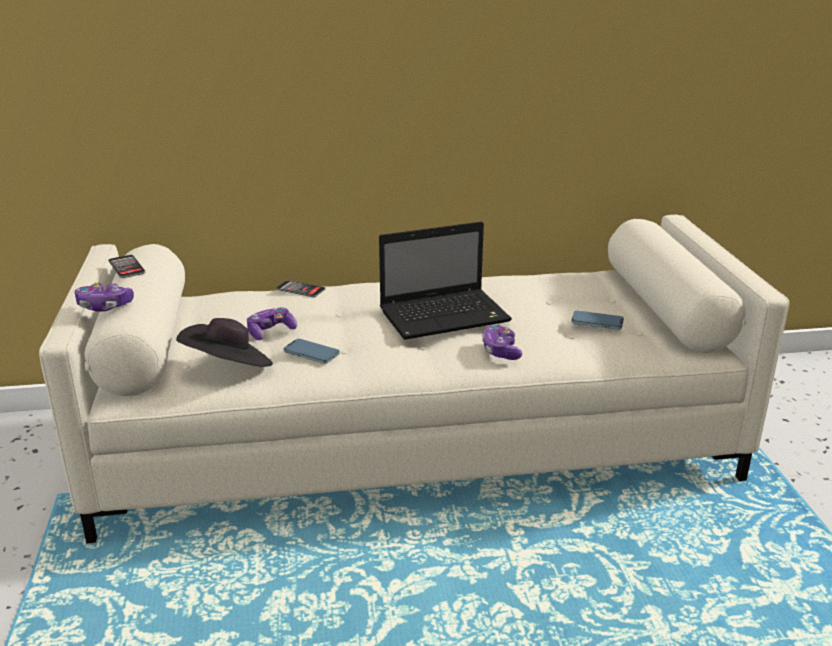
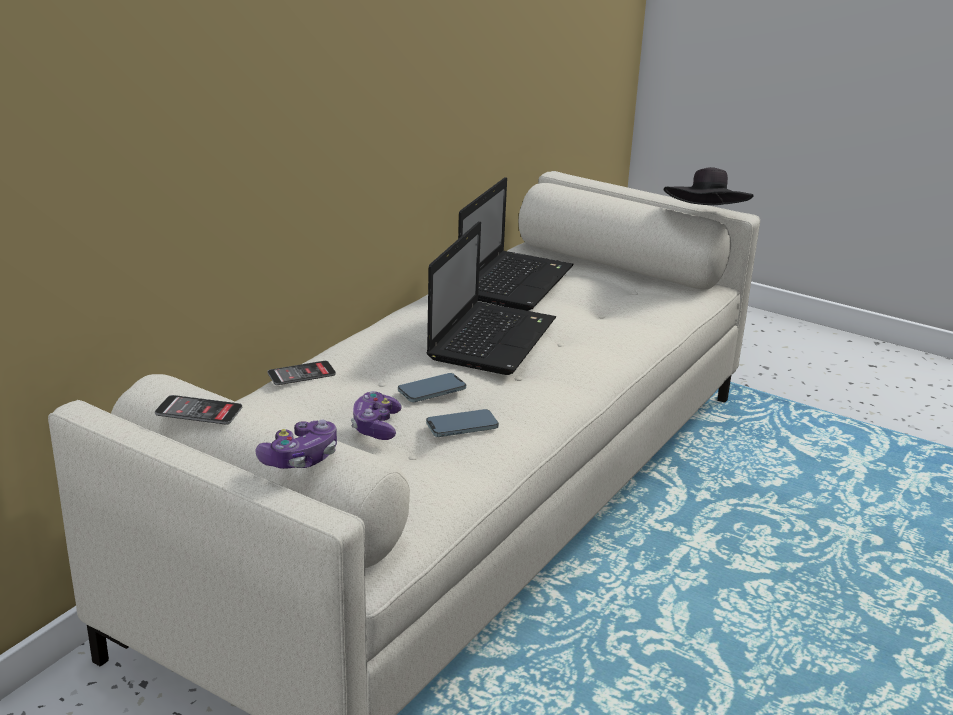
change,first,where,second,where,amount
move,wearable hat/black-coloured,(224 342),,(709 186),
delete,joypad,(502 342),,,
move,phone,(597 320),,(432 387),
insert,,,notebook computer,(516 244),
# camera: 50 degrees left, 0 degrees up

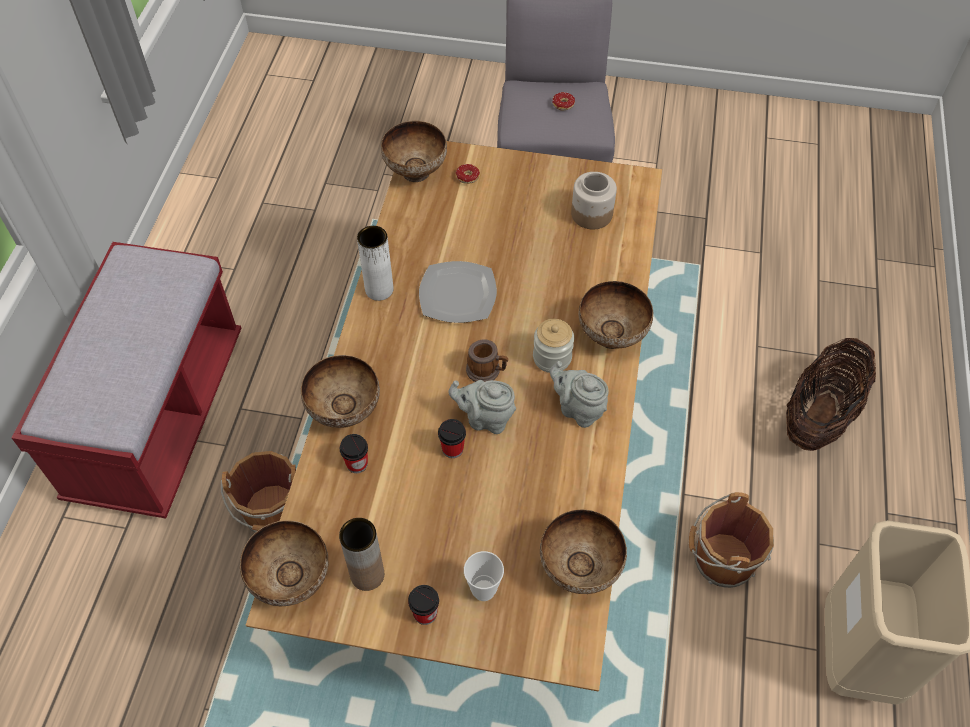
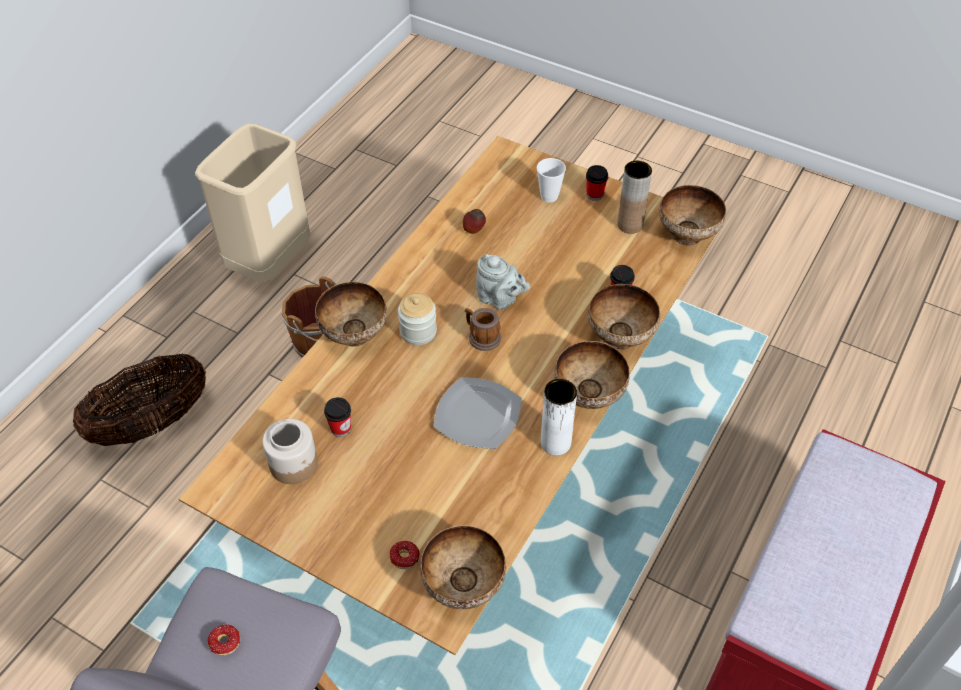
change,first,where,second,where,amount
delete,pail/brown,(258 491),,,
move,cup,(452 438),,(337 417),
move,bowl,(583 551),,(592 375),
delete,pot for tea/greyish,(579 394),,,
insert,,,apple,(474 221),
# camera: 160 degrees left, 5 degrees down

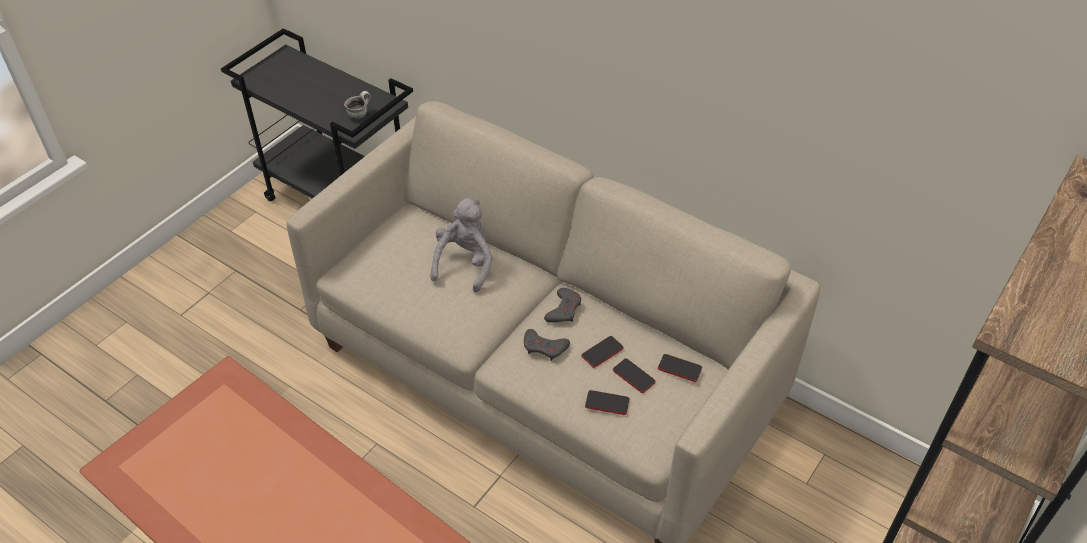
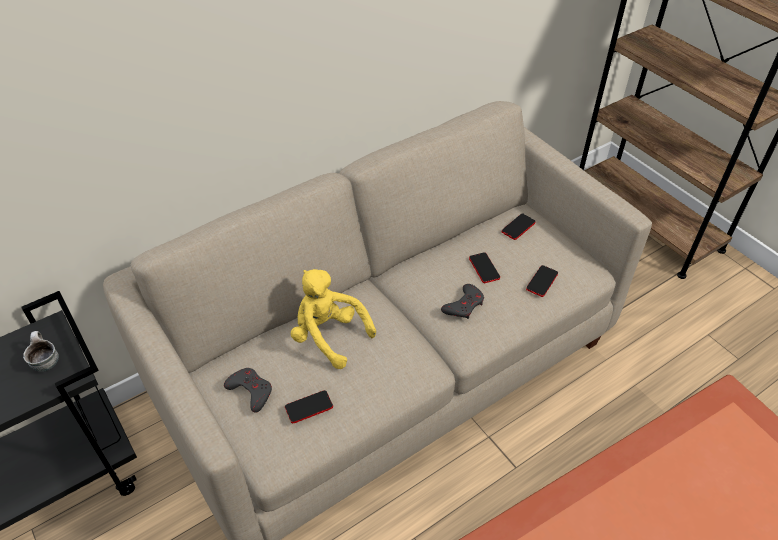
change,first,where,second,where,amount
recolor,soft toy/greyish,(461 245),soft toy/yellow-coloured,(333 319),
move,joypad/greyish,(562 305),,(248 390),
move,phone,(634 375),,(309 406),
# camera: 70 degrees left, 0 degrees up

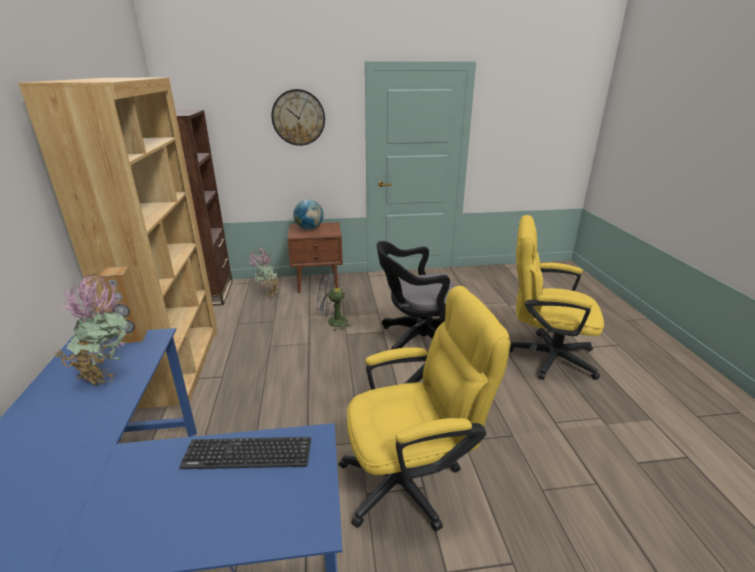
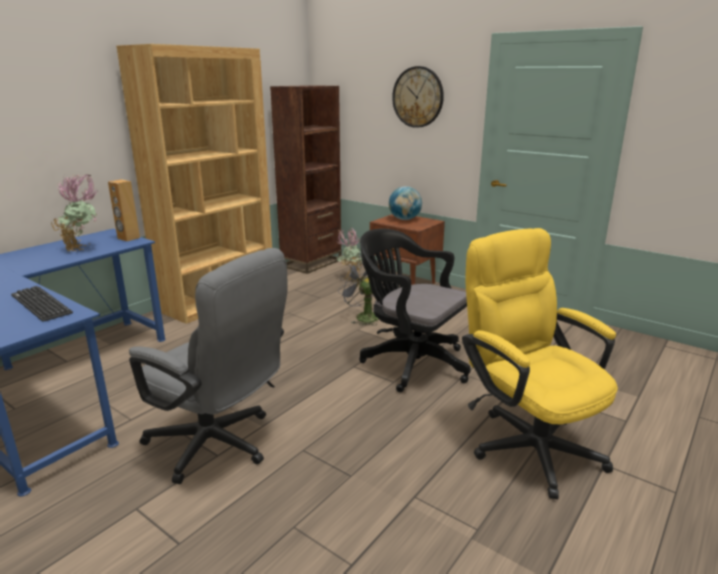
change,first,where,second,where,amount
recolor,desk chair/yellow-coloured,(424 408),desk chair/greyish,(208 366),
# camera: 45 degrees right, 5 degrees down

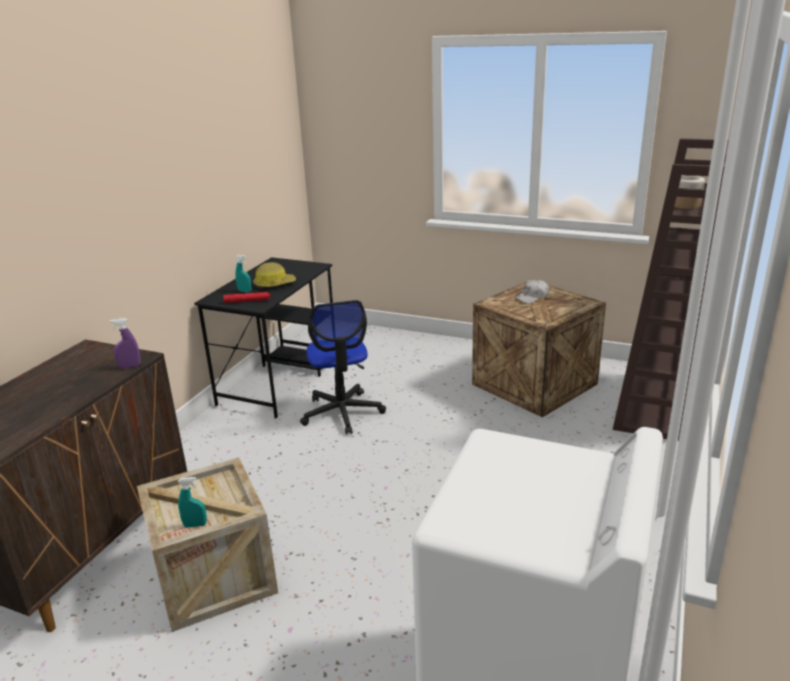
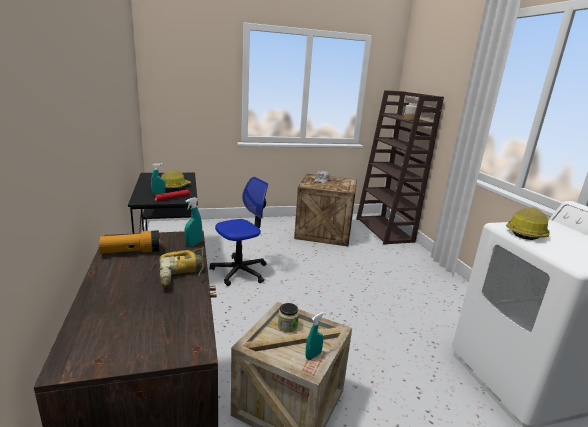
change,first,where,second,where,amount
recolor,spray bottle/purple,(125 343),spray bottle/turquoise,(193 222),
rotate,desk chair,(343 367),,(238 231),75 degrees counterclockwise
insert,,,flashlight,(129 242),
insert,,,electric drill,(181 267),
insert,,,jar,(288 317),
insert,,,work helmet,(528 223),
# camera: 40 degrees left, 5 degrees down

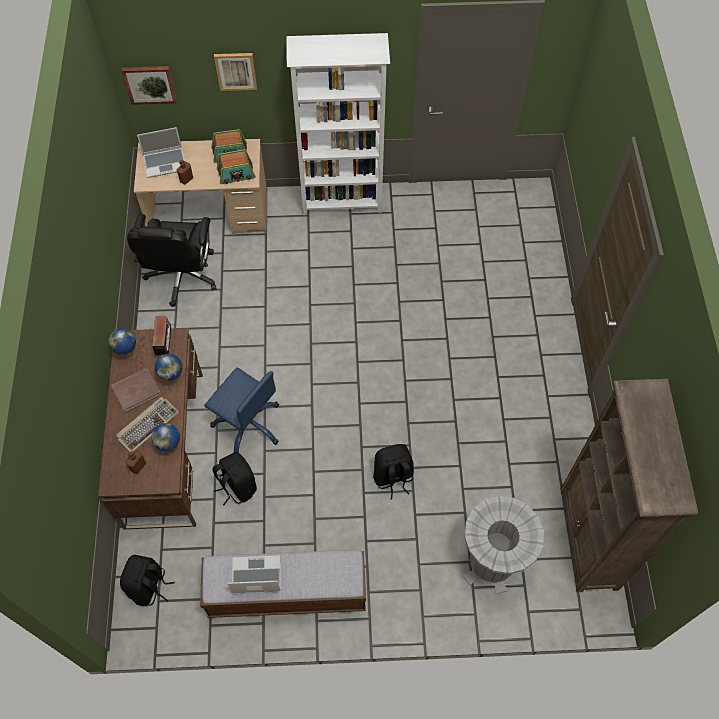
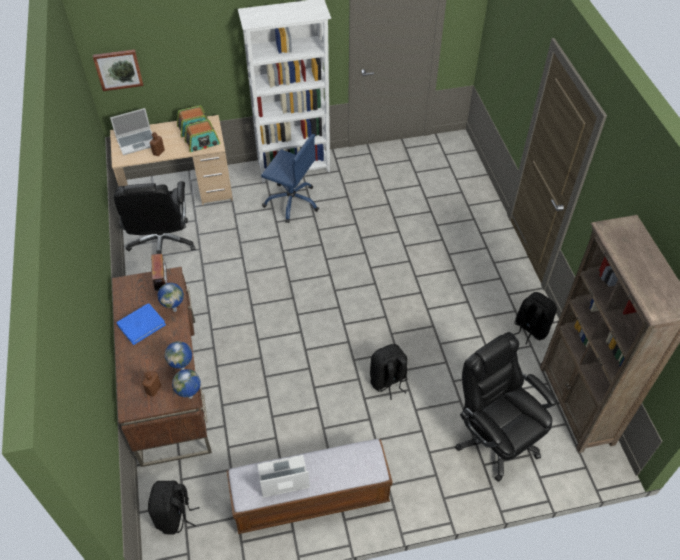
change,first,where,second,where,amount
move,world globe,(122 342),,(186 384),
recolor,volume/brown,(136 390),volume/blue,(141 324),
delete,PC keyboard,(147 424),,,
move,desk chair/blue,(241 410),,(290 178),
move,rucksack/black-coloured,(234 479),,(535 318),
delete,wall picture,(235 72),,,
replace,waste bin/greyish,(503 545),desk chair/black-coloured,(506 407),
# camera: 10 degrees left, 10 degrees down

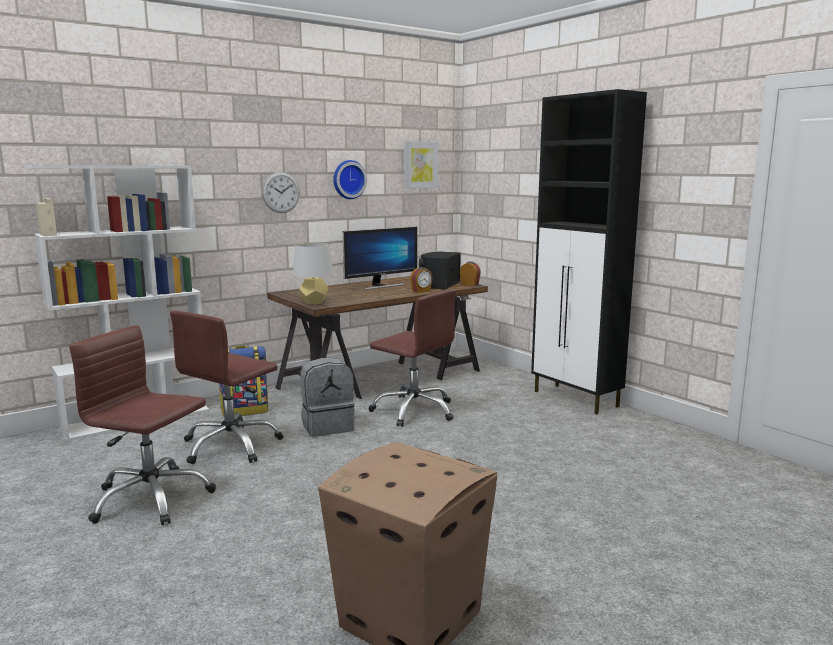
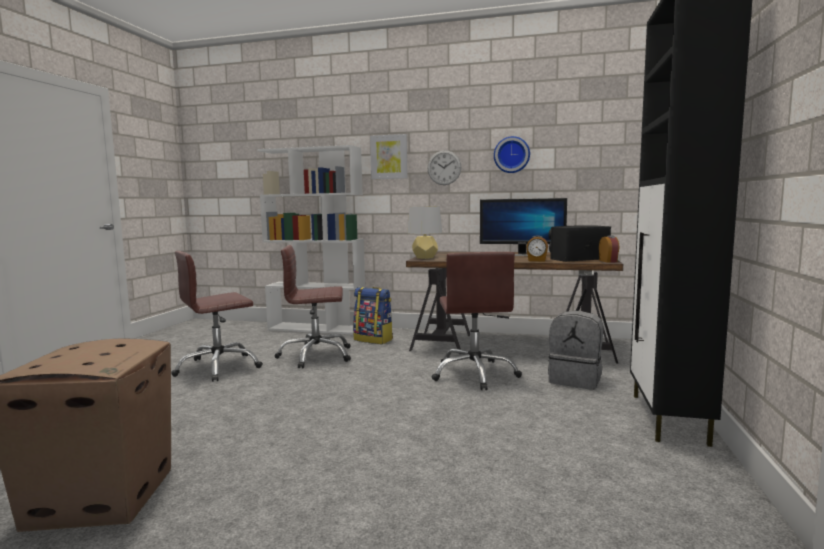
change,first,where,second,where,amount
rotate,desk chair/brown,(142 425),,(217 316),105 degrees counterclockwise
move,rucksack/greyish,(327 397),,(575 350),
move,wall picture,(421 165),,(388 156),
# camera: 50 degrees right, 5 degrees down

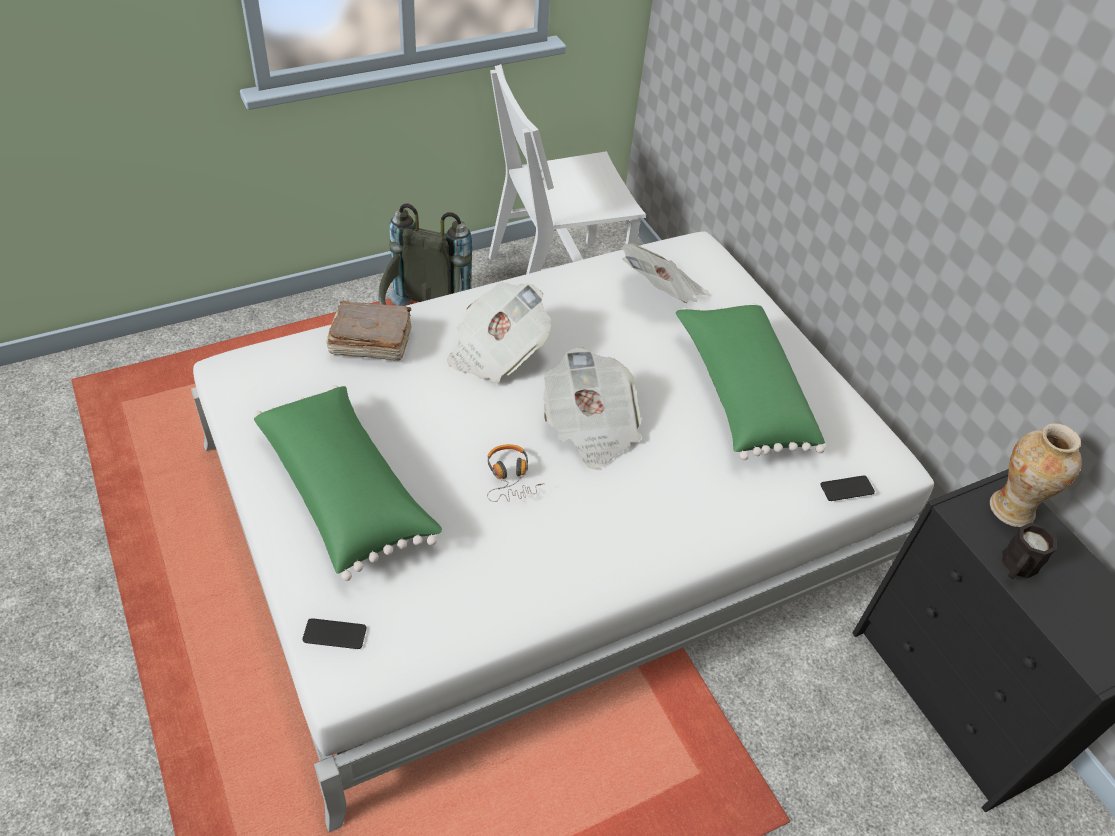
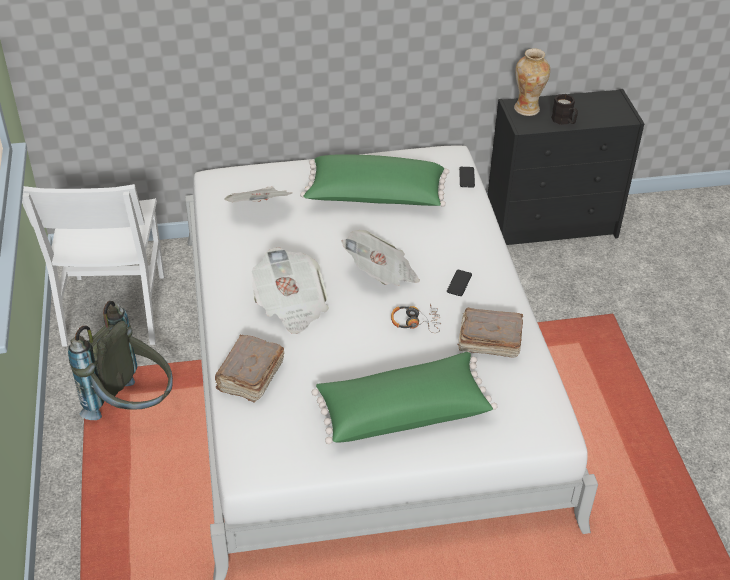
change,first,where,second,where,amount
move,phone,(334 633),,(459 283),
insert,,,volume/brown,(490 332),
# camera: 70 degrees left, 5 degrees down

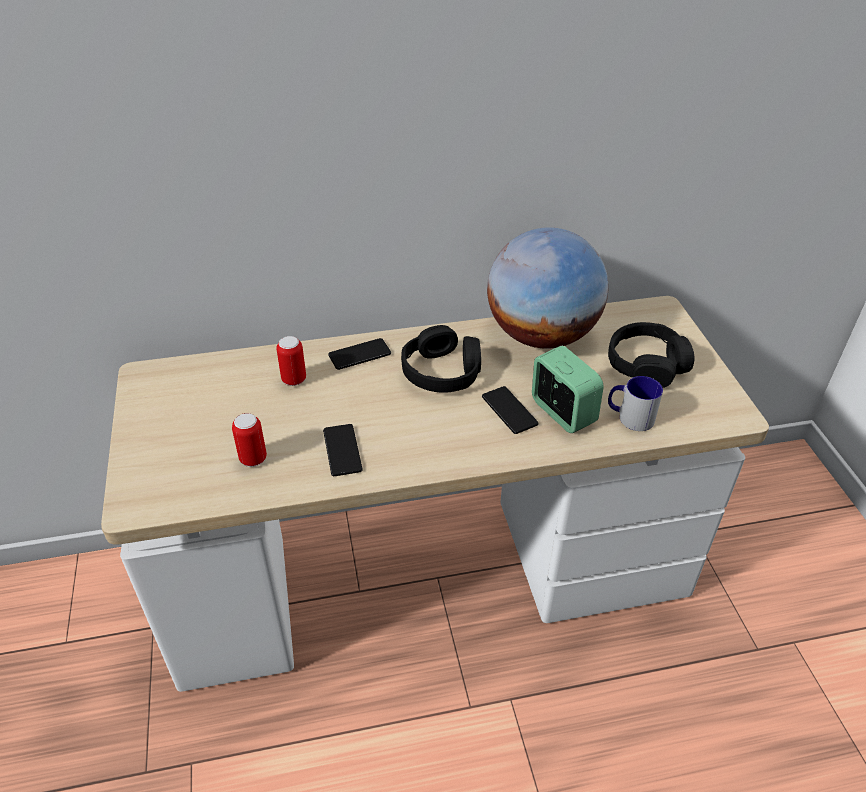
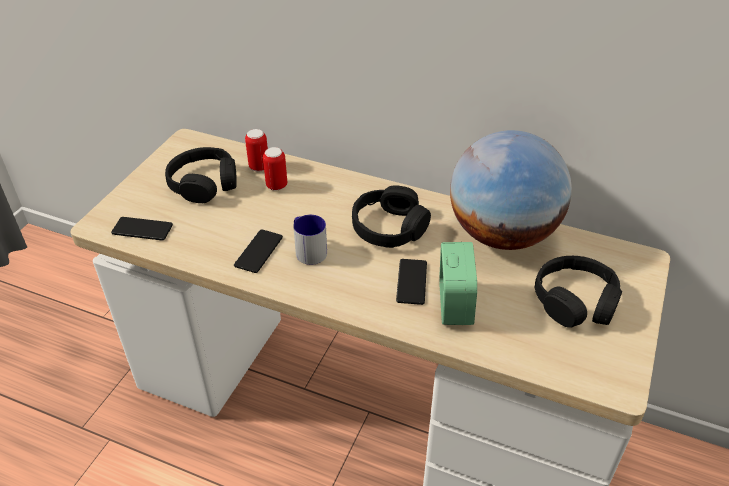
change,first,where,second,where,amount
move,can,(249 440),,(256 150),
move,phone,(359 354),,(142 229),
move,tea mug,(635 403),,(310 240),
insert,,,headset/black-coloured,(201 175),
# camera: 35 degrees right, 0 degrees up

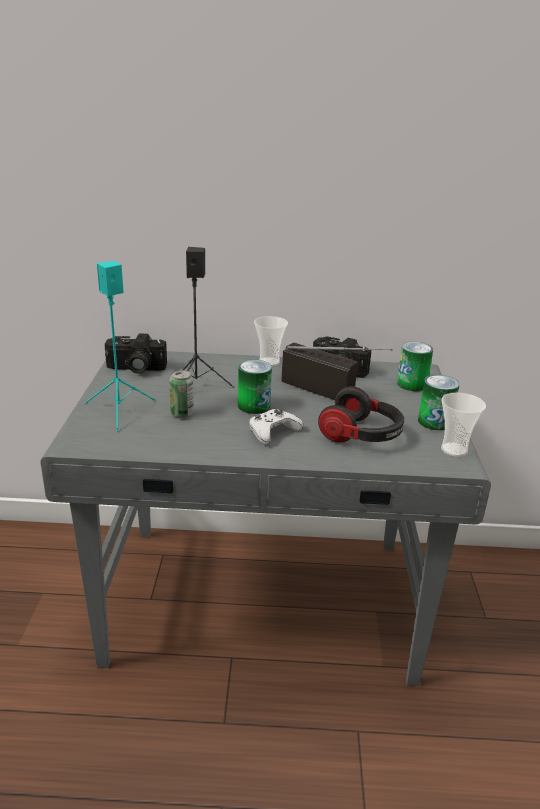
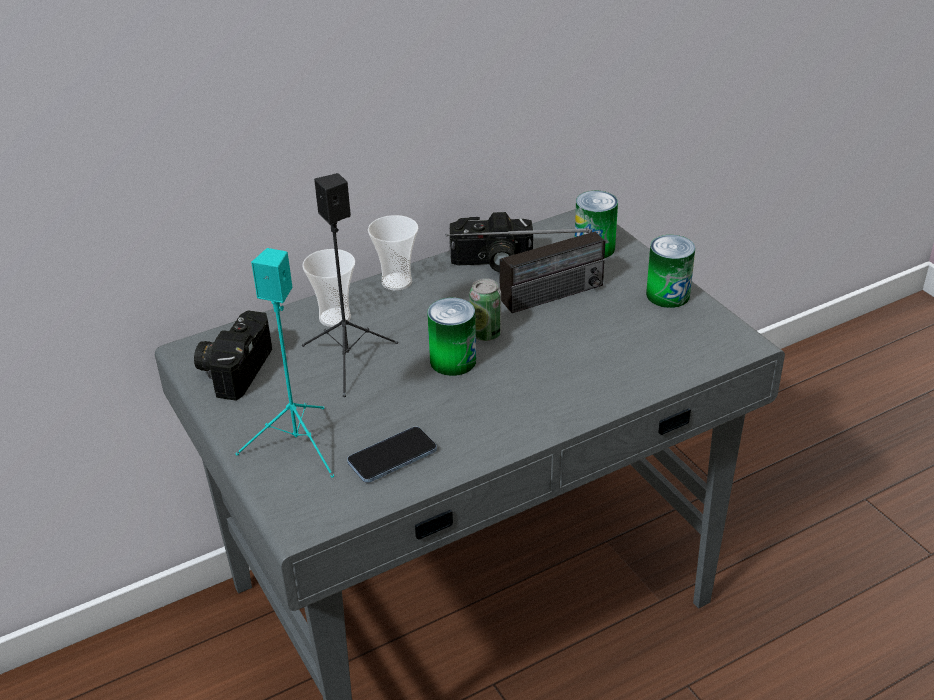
change,first,where,second,where,amount
rotate,still camera,(136 353),,(233 355),135 degrees clockwise
move,can,(181 394),,(485 309),
delete,joypad/white-coloured,(276 427),,,
rotate,radio,(337 371),,(525 270),150 degrees clockwise
delete,headset,(361 414),,,
move,cup,(463 425),,(328 288),
insert,,,phone,(392 455),
# camera: 30 degrees left, 10 degrees up

